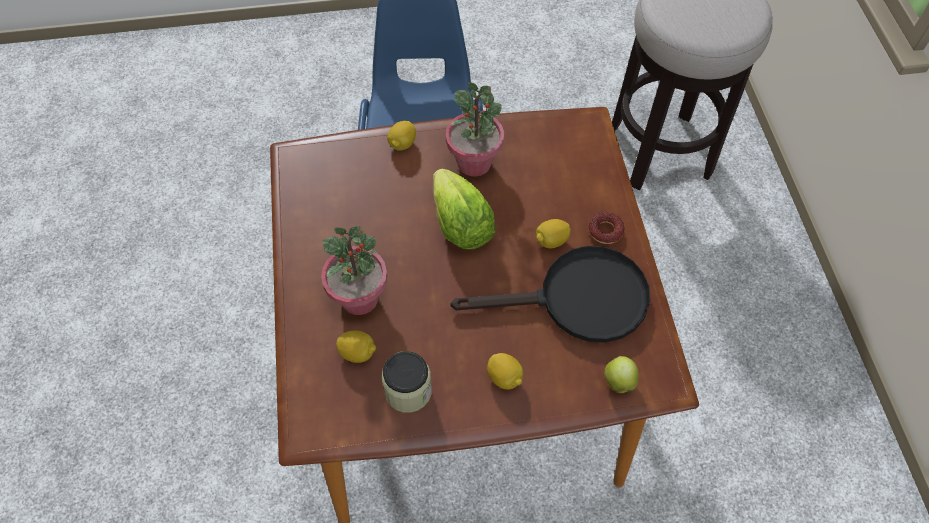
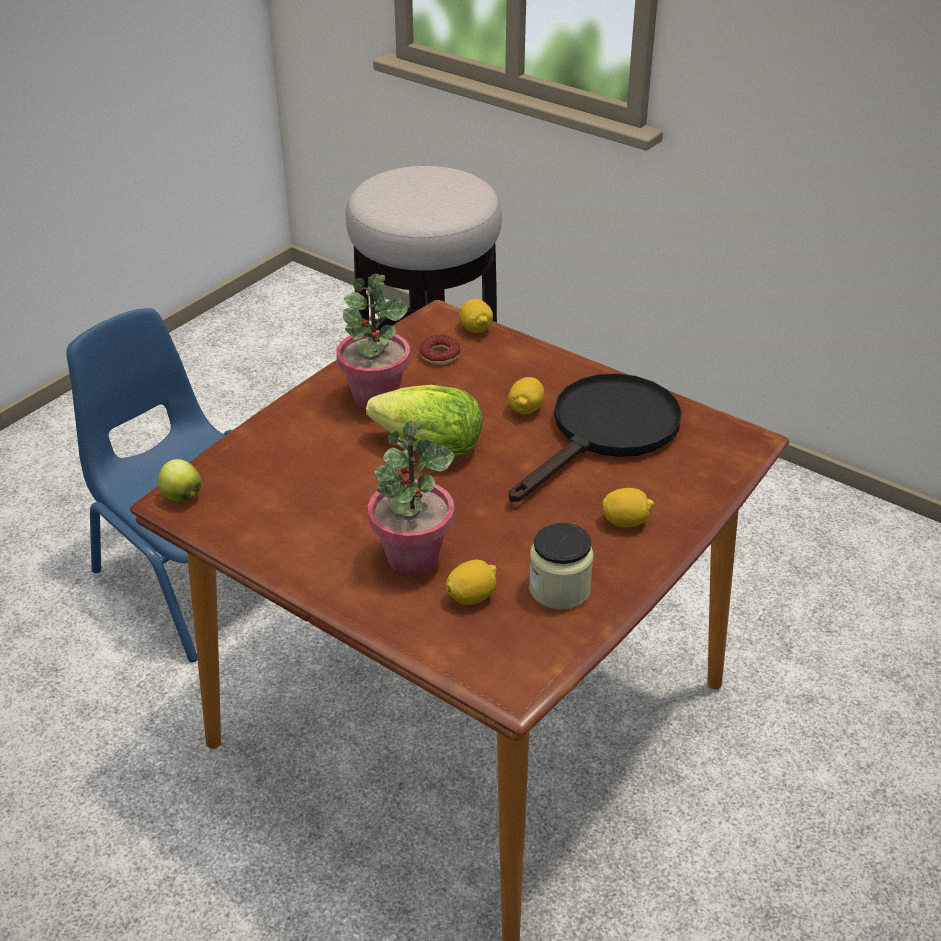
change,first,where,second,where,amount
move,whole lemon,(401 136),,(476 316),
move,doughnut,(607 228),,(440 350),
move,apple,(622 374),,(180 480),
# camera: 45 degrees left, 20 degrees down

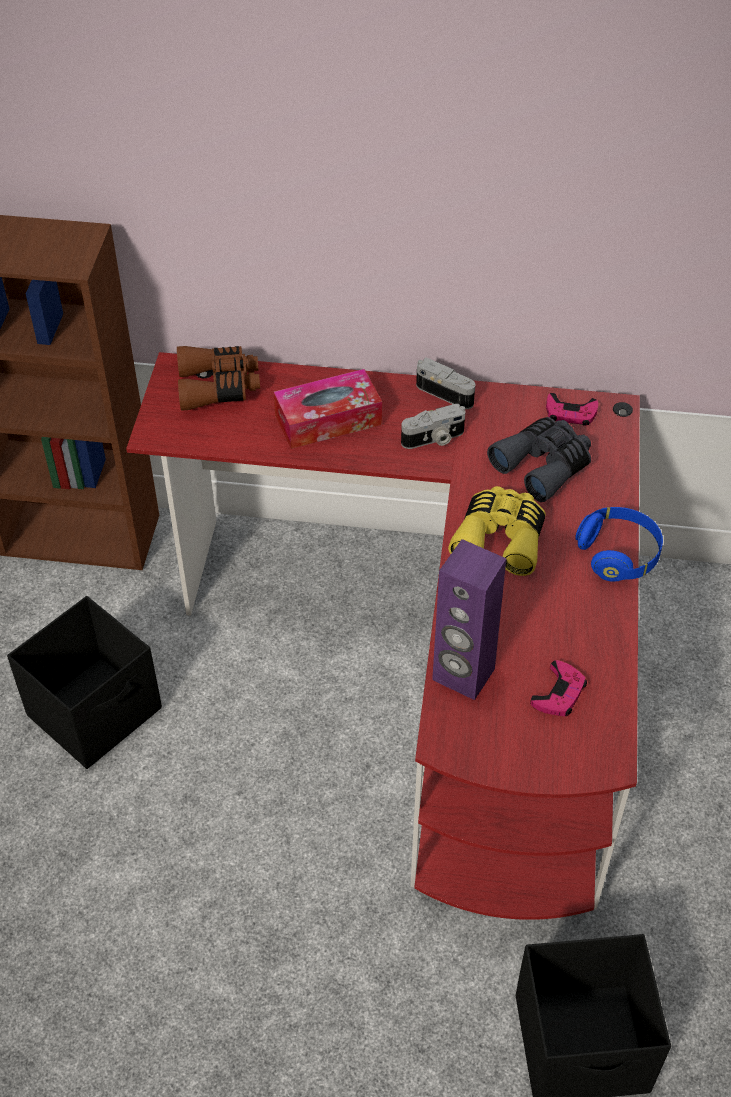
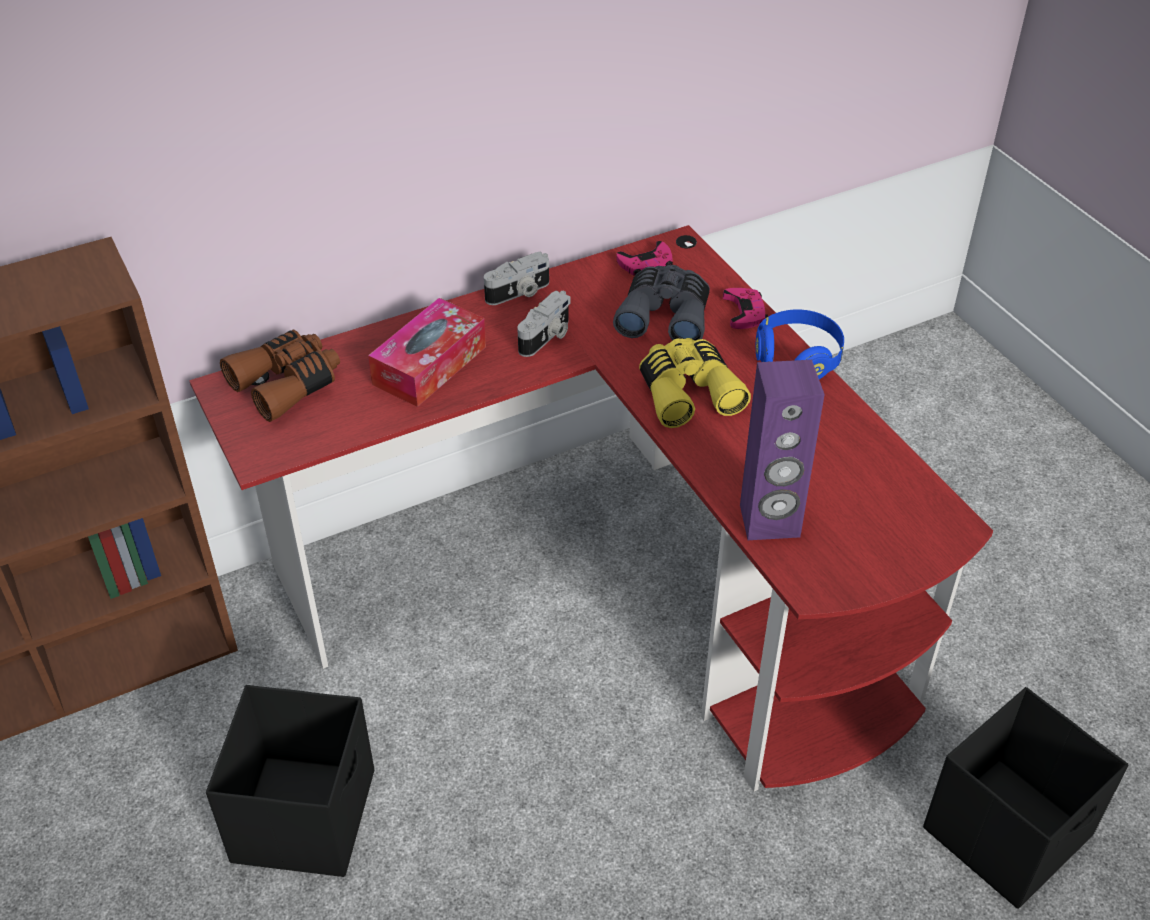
change,first,where,second,where,amount
rotate,still camera,(445 383),,(516 278),150 degrees clockwise
move,joypad/pink,(558 688),,(745 308),
# camera: 35 degrees left, 5 degrees down

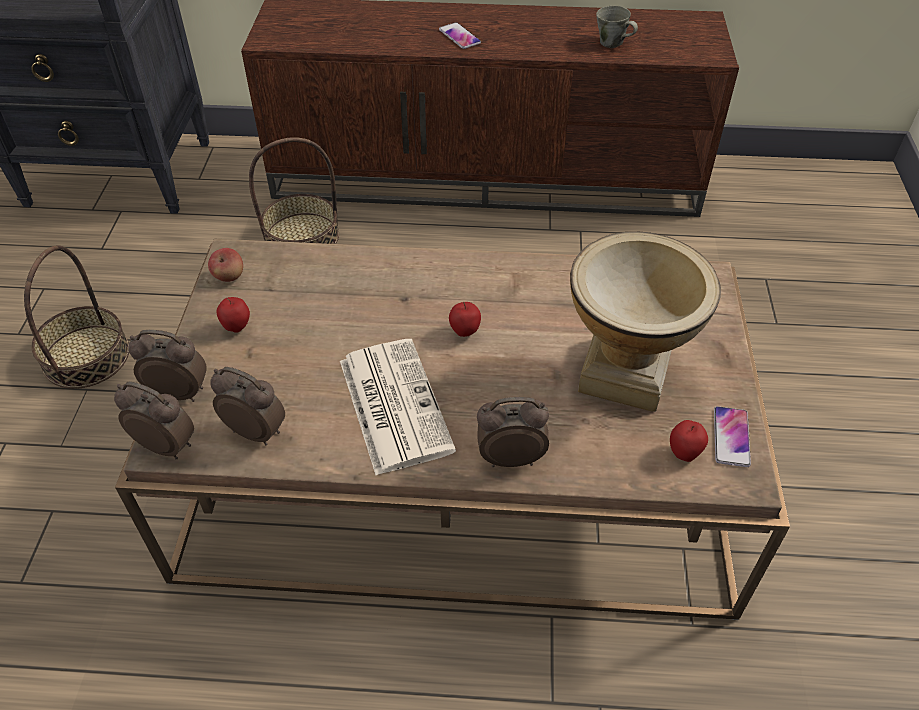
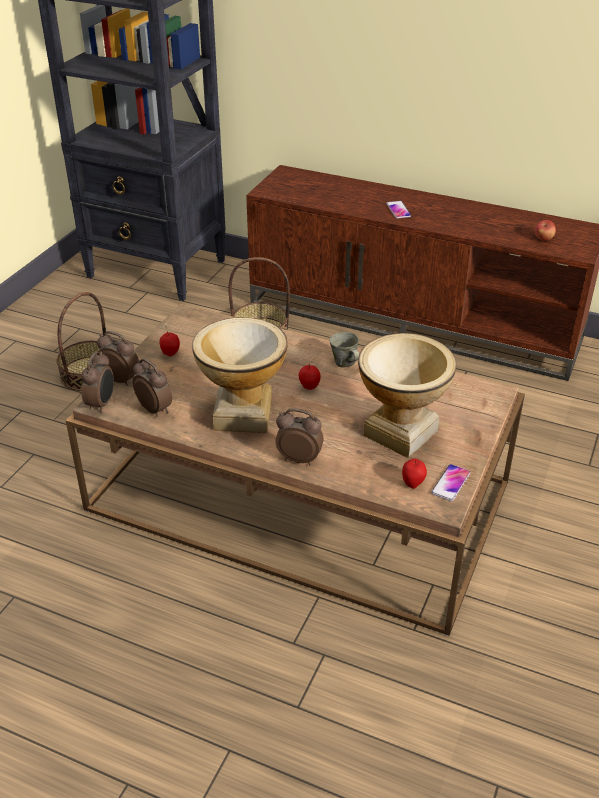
change,first,where,second,where,amount
rotate,bedside clock,(154 421),,(97 382),60 degrees clockwise
move,apple,(225 265),,(545 230),
replace,daily paper,(398 407),decorative vase,(240 375),
move,tea mug/greyish,(617 26),,(344 350),
# camera: 20 degrees right, 10 degrees down

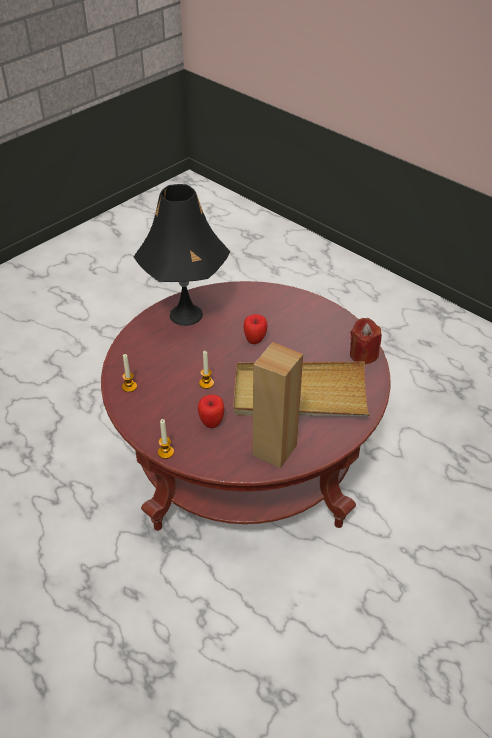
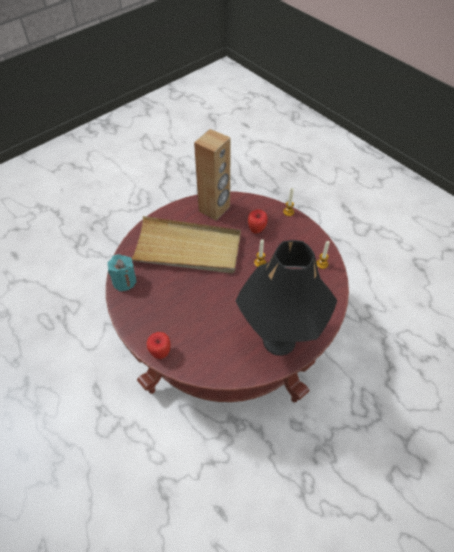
change,first,where,second,where,amount
move,apple,(255 329),,(159 345),
recolor,wax candle/red,(366 341),wax candle/turquoise,(122 272),
# camera: 175 degrees left, 10 degrees up

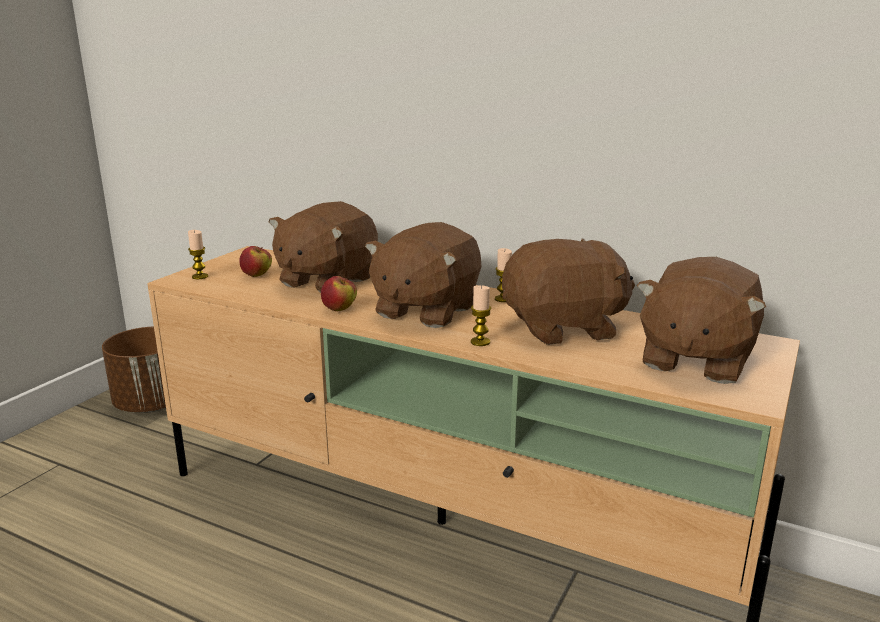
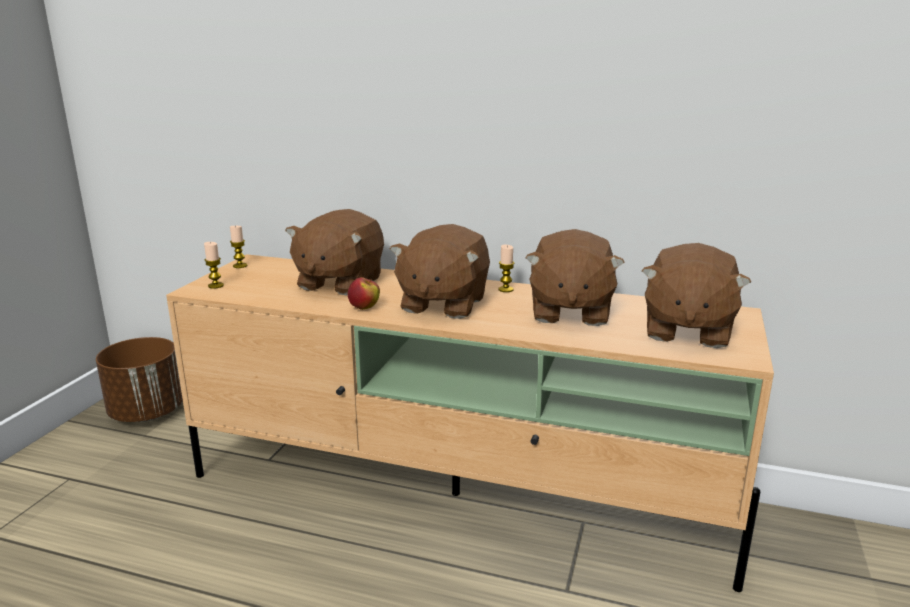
change,first,where,second,where,amount
delete,apple,(255 261),,,
move,wax candle,(481 315),,(238 247),
rotate,soft toy/brown,(568 291),,(575 277),120 degrees clockwise
# camera: 10 degrees left, 0 degrees up

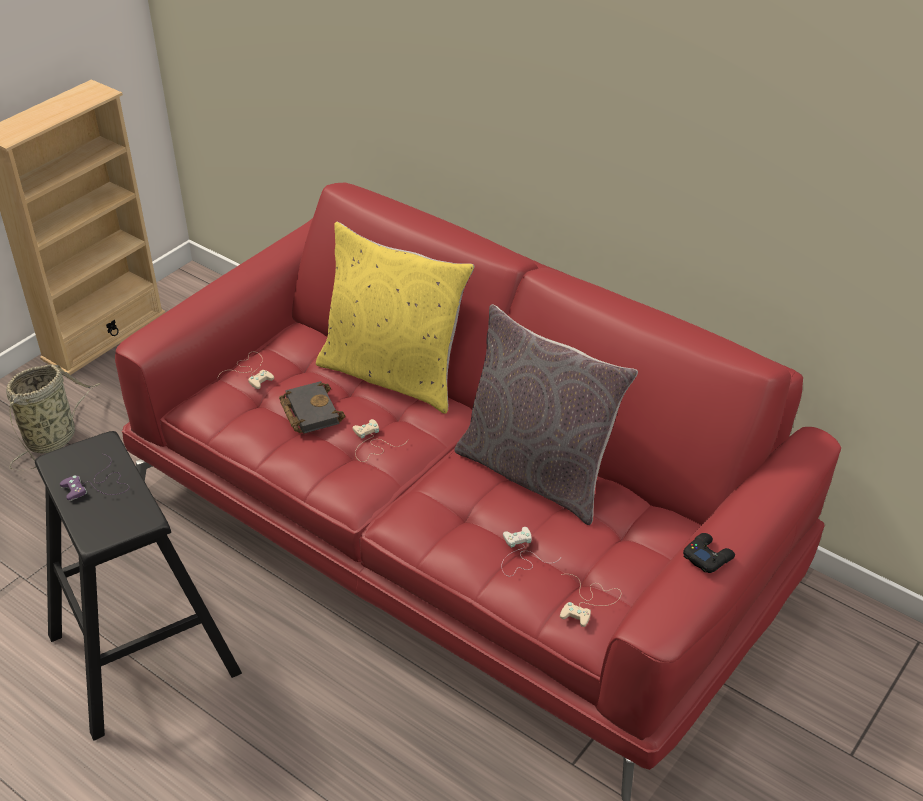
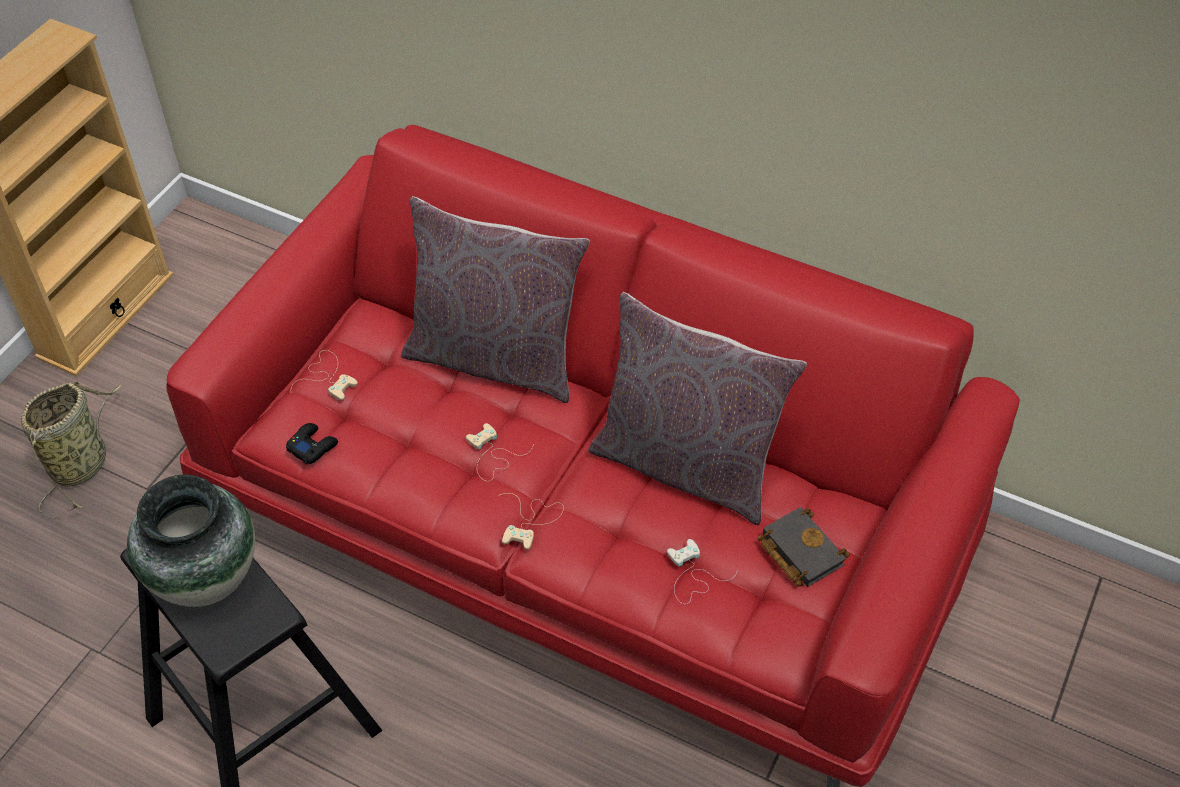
change,first,where,second,where,amount
replace,joypad/purple,(94 477),decorative vase,(191 540),
move,volume/black-coloured,(312 407),,(803 547),
recolor,throw pillow/yellow-coloured,(395 317),throw pillow/greyish,(495 299),
move,joypad/beige,(590 600),,(532 521),
move,joypad/black-coloured,(709 553),,(312 443),
# camera: 10 degrees left, 10 degrees up

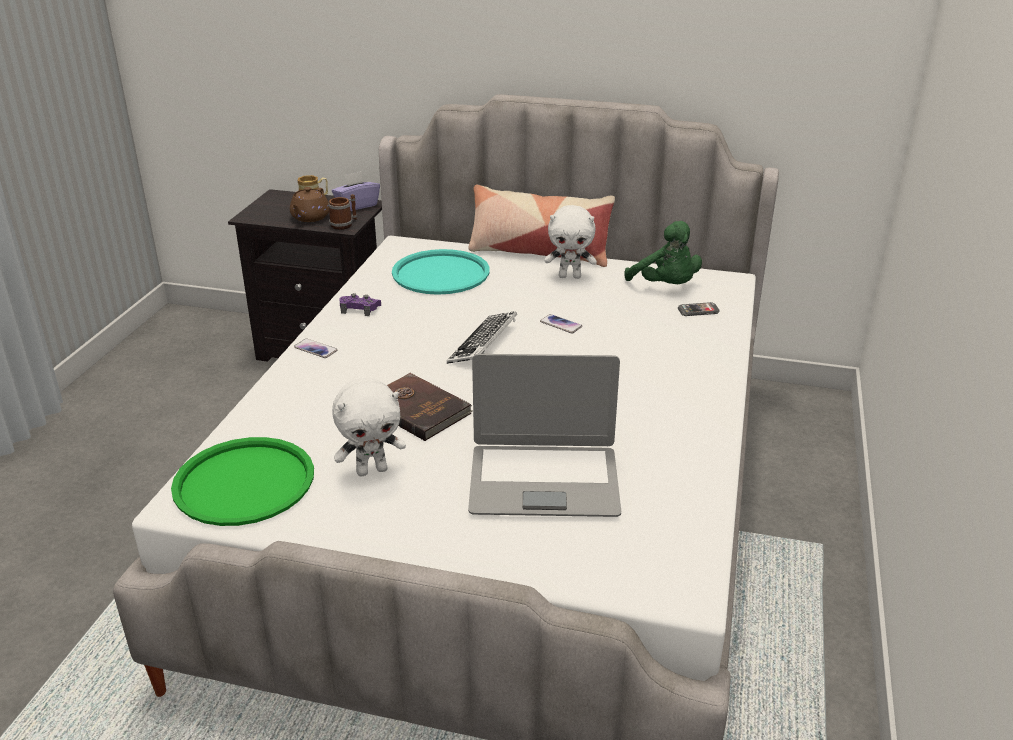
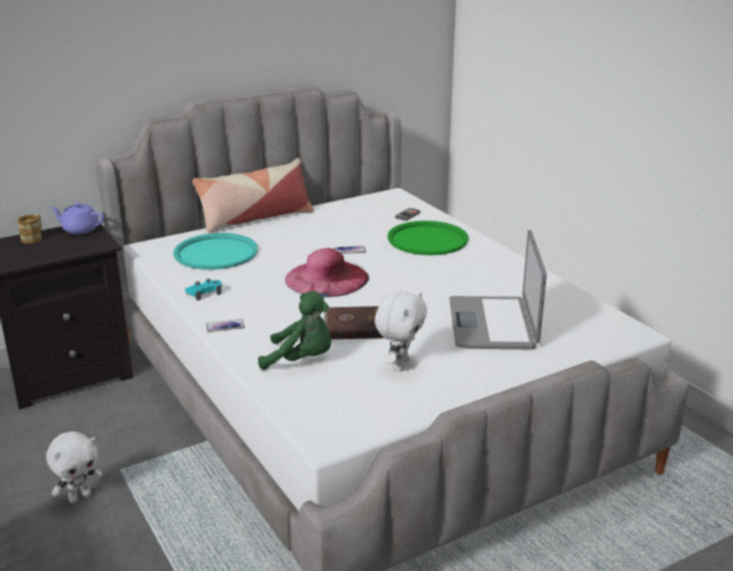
change,first,where,second,where,amount
move,serving tray/green,(242 481),,(428 238),
delete,pot for tea/brown,(309 204),,,
delete,tea mug,(342 212),,,
replace,tissue box/purple,(356 191),pot for tea/purple,(77 218),
recolor,joypad/purple,(360 304),joypad/turquoise,(203 289),
replace,PC keyboard,(482 337),wearable hat/pink,(327 273),
rotate,notebook computer,(544 435),,(498 289),135 degrees clockwise
move,soft toy/white-coloured,(571 242),,(74 467),
move,soft toy/green,(663 252),,(295 330),
# camera: 45 degrees left, 5 degrees down

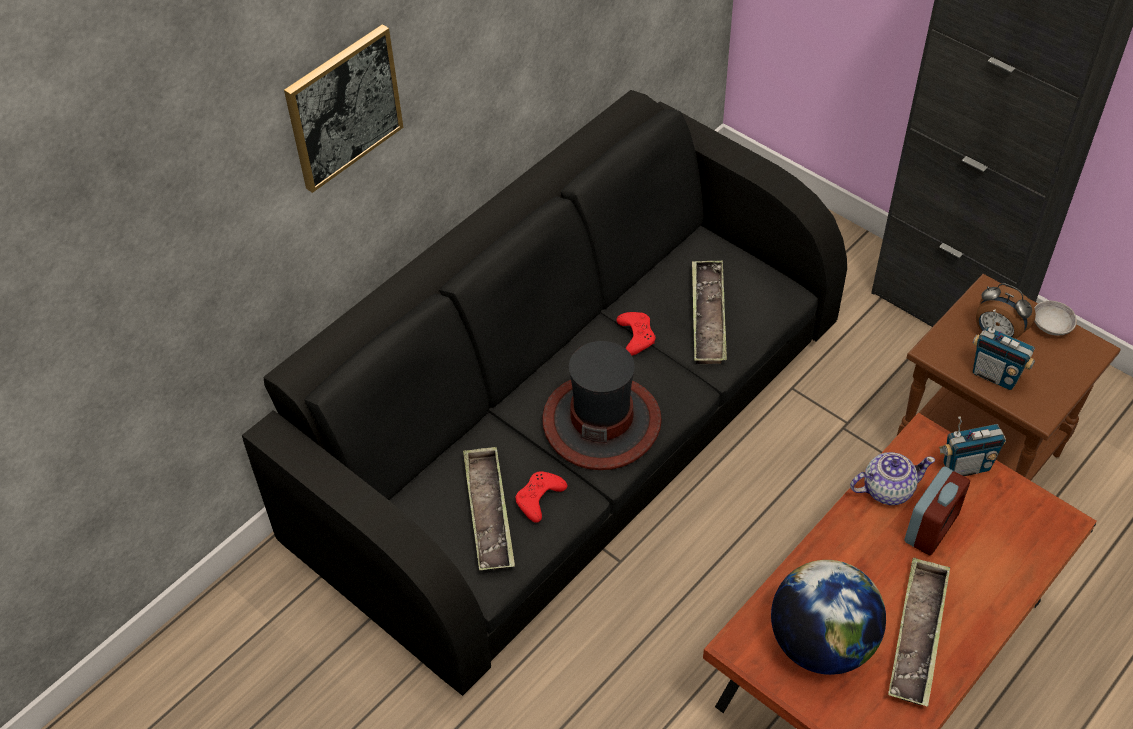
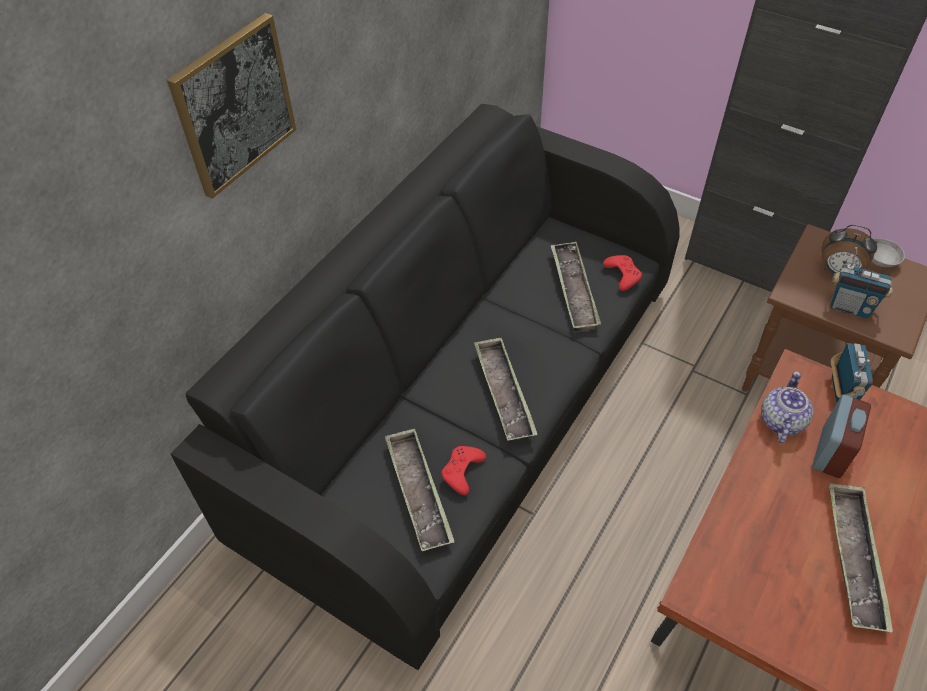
change,first,where,second,where,amount
replace,wearable hat,(602 405),serving tray,(506 388),
move,joypad/red,(635 334),,(622 273),
delete,world globe,(828 617),,,
rotate,pot for tea,(892 478),,(787 407),45 degrees counterclockwise
rotate,radio,(972 446),,(852 373),60 degrees counterclockwise
# camera: 10 degrees left, 0 degrees up

